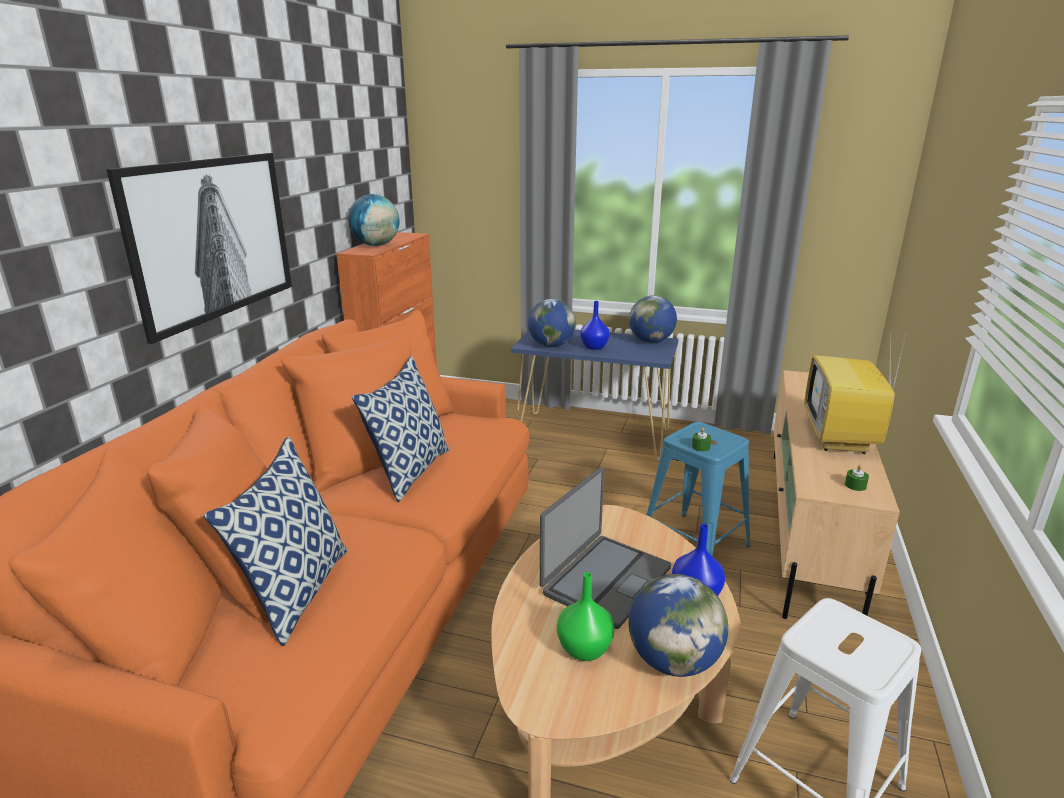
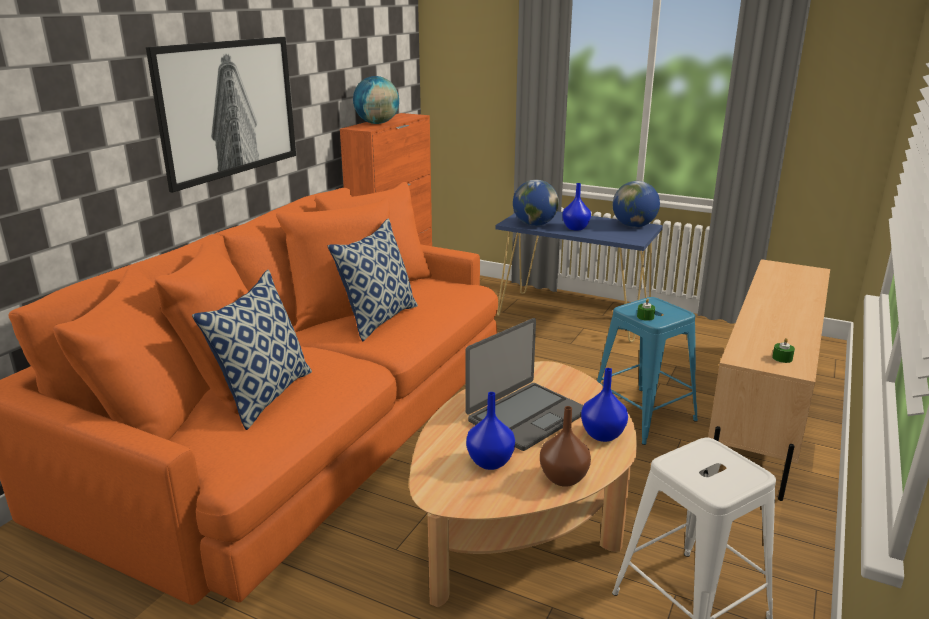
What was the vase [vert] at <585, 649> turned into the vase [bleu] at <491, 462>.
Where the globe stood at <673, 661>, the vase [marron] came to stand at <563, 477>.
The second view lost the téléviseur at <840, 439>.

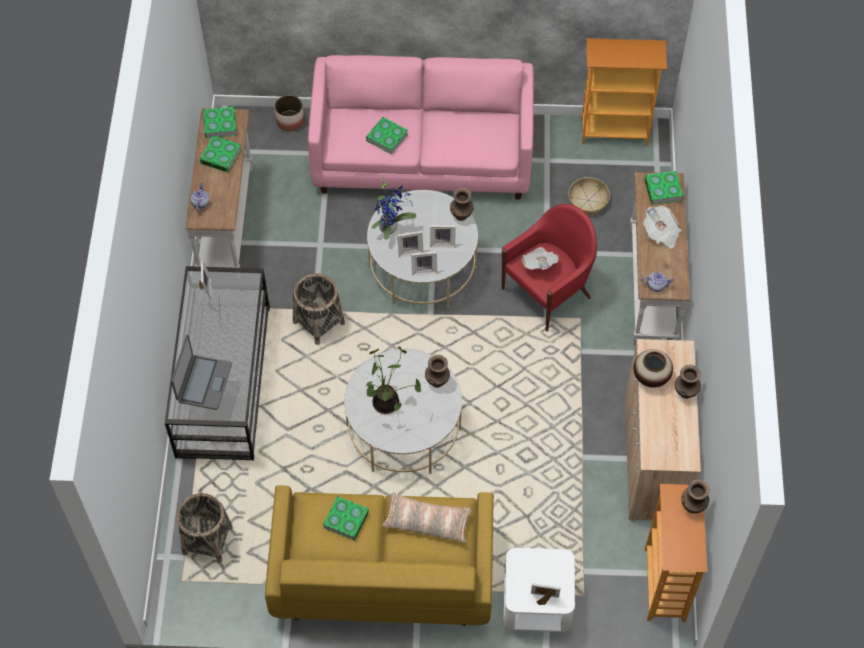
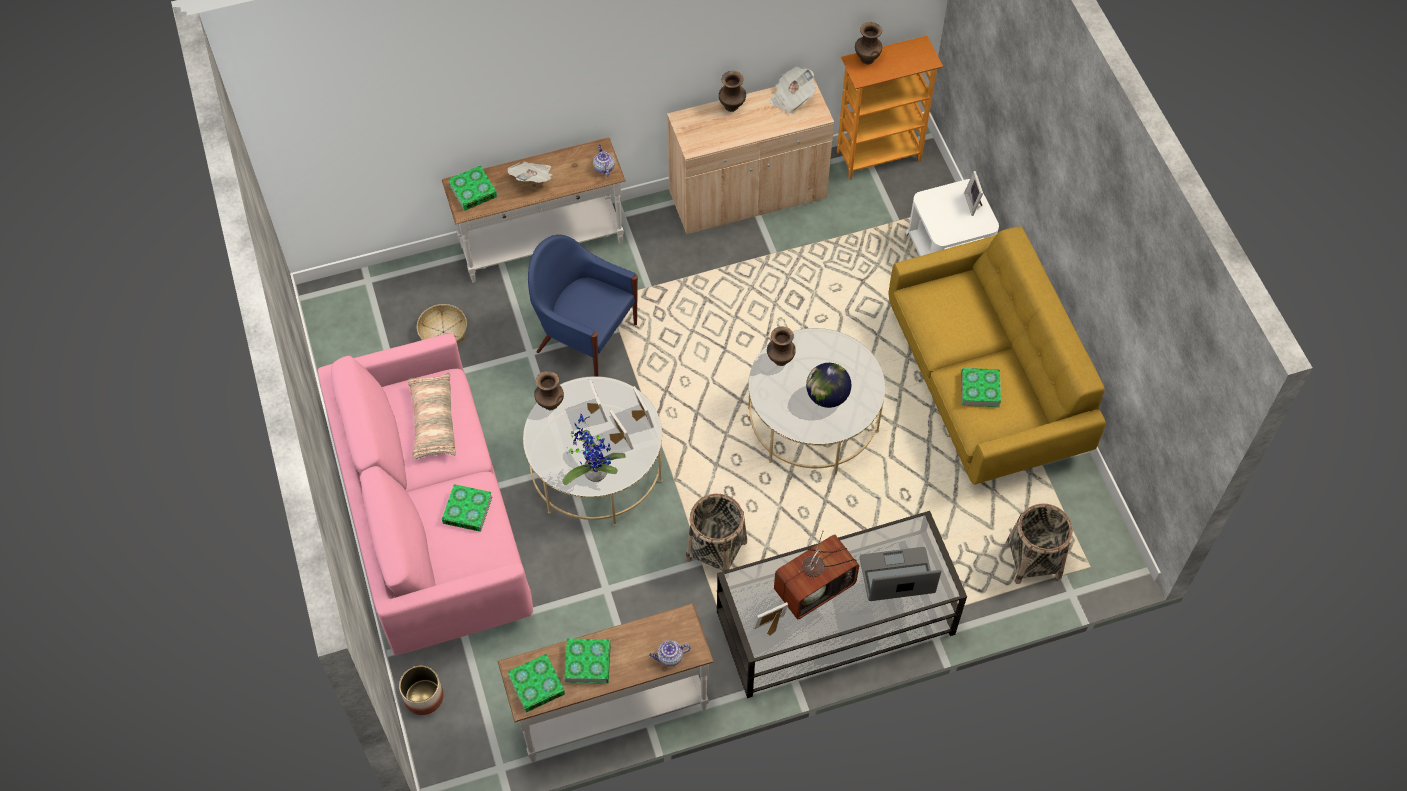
Where the plante en pot stood at <388, 403>, the globe came to stand at <827, 396>.
The coussin ended up elsewhere, having gone from <427, 521> to <433, 421>.
What was the fauteuil [rouge] at <548, 292> turned into the fauteuil [bleu] at <585, 336>.
The journal ended up elsewhere, having gone from <539, 264> to <791, 98>.
The second view lost the bibliothèque at <614, 131>.
The second view lost the vase at <650, 377>.
The second view gained the téléviseur at <815, 585>.

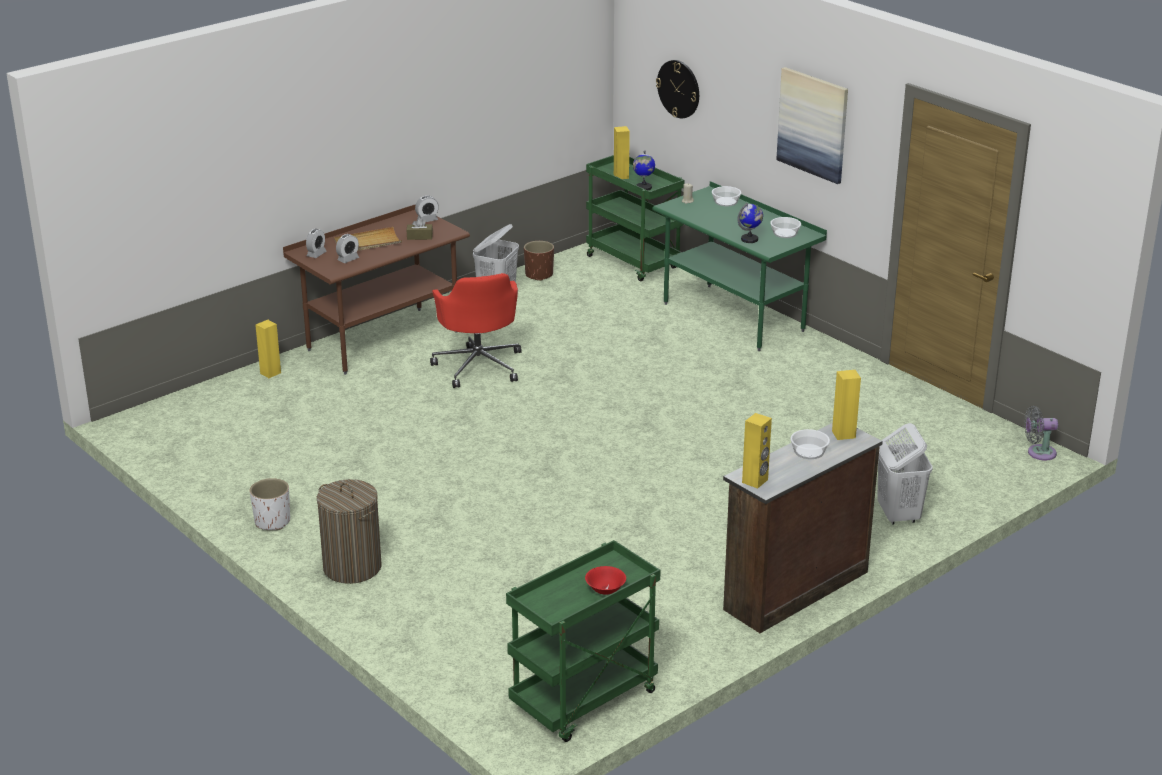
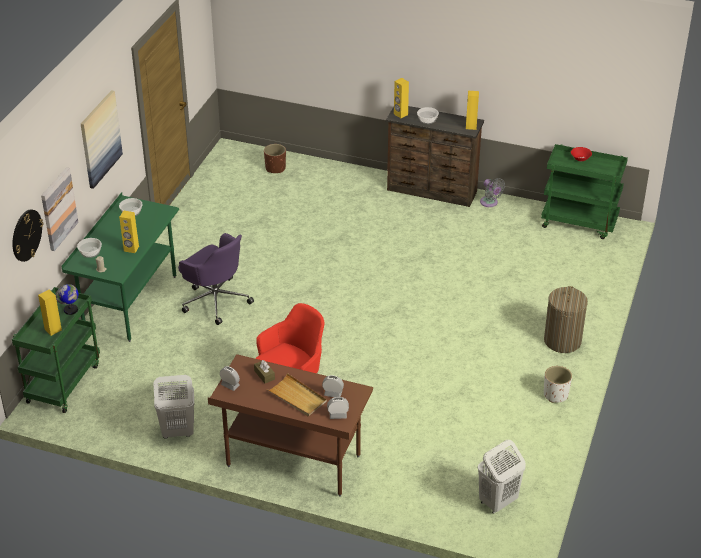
The enceinte [jaune] ended up elsewhere, having gone from <270, 373> to <131, 249>.
The cache-pot [marron] ended up elsewhere, having gone from <539, 275> to <275, 168>.
The second view lost the globe at <749, 239>.
The panier à linge [blanc] ended up elsewhere, having gone from <898, 515> to <497, 502>.
The ventilateur [gris] ended up elsewhere, having gone from <1038, 453> to <490, 203>.
The second view gained the tableau at <58, 208>.
The second view gained the chaise de bureau [violet] at <215, 300>.

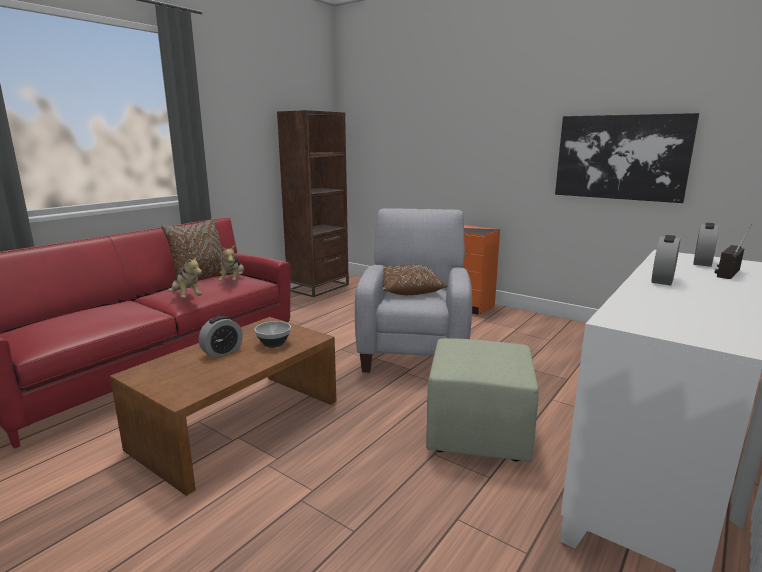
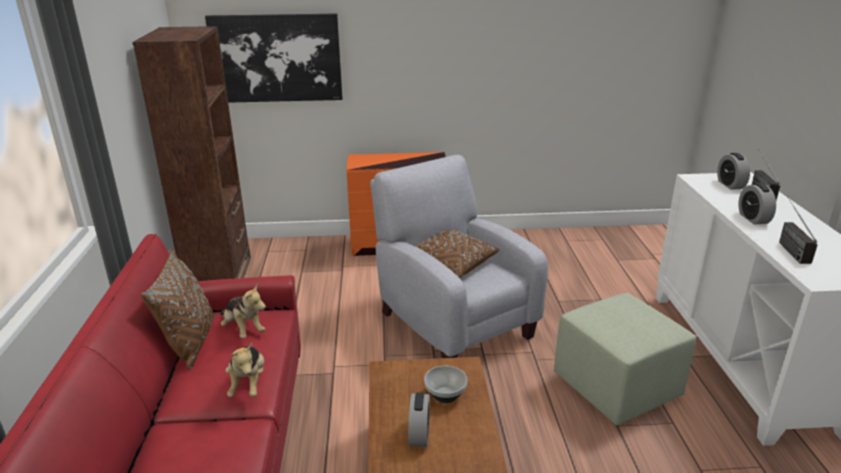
The peluche at <186, 297> ended up facing another way, 75 degrees clockwise from before.
The tableau ended up elsewhere, having gone from <621, 157> to <276, 58>.
The second view gained the radio at <787, 247>.

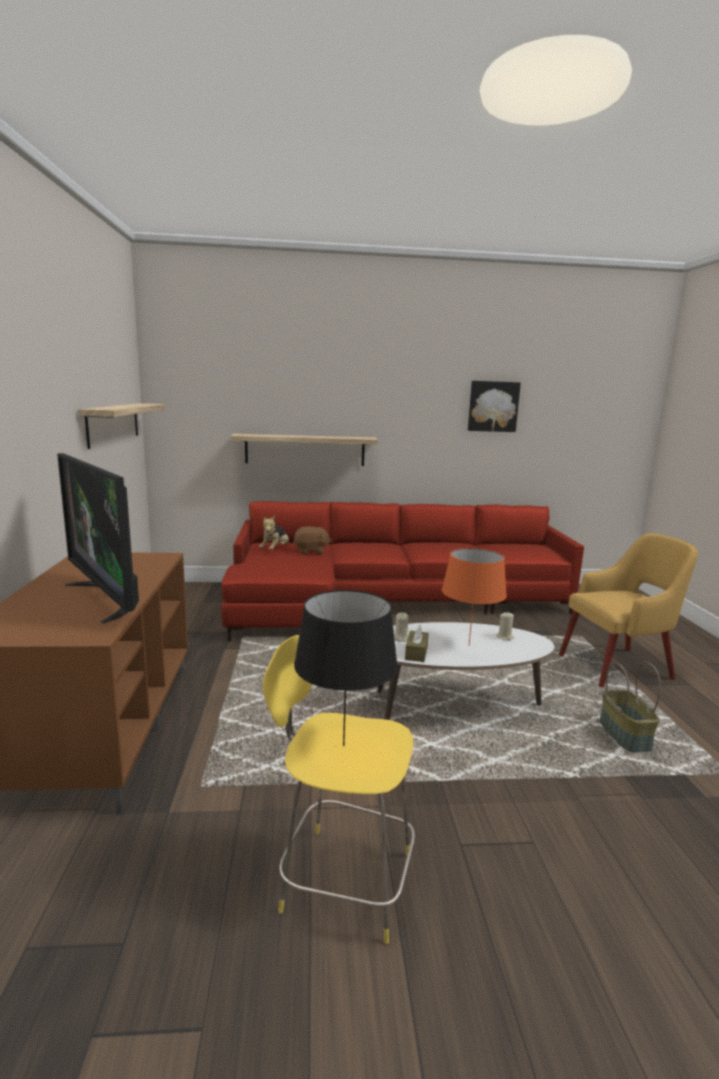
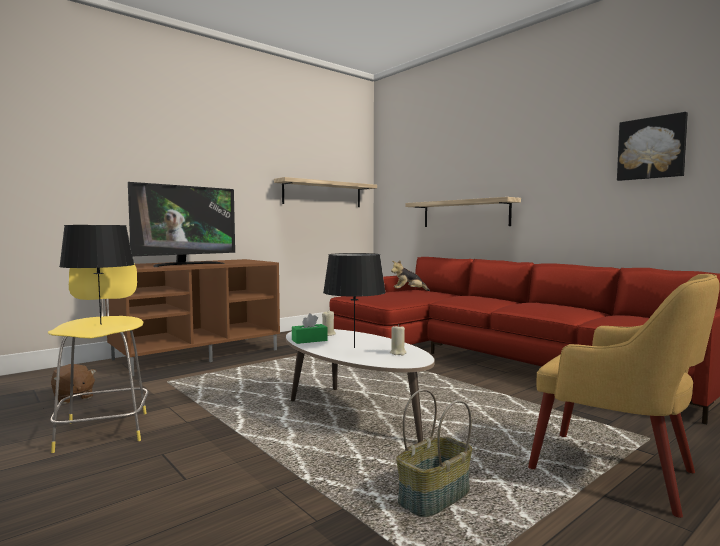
The téléviseur at <107, 598> ended up facing another way, 150 degrees counterclockwise from before.
The peluche [marron] ended up elsewhere, having gone from <311, 551> to <73, 397>.
What was the boîte à mouchoirs [marron] at <416, 653> turned into the boîte à mouchoirs [vert] at <309, 340>.
What was the lampe de table [orange] at <469, 645> turned into the lampe de table [noir] at <354, 348>.

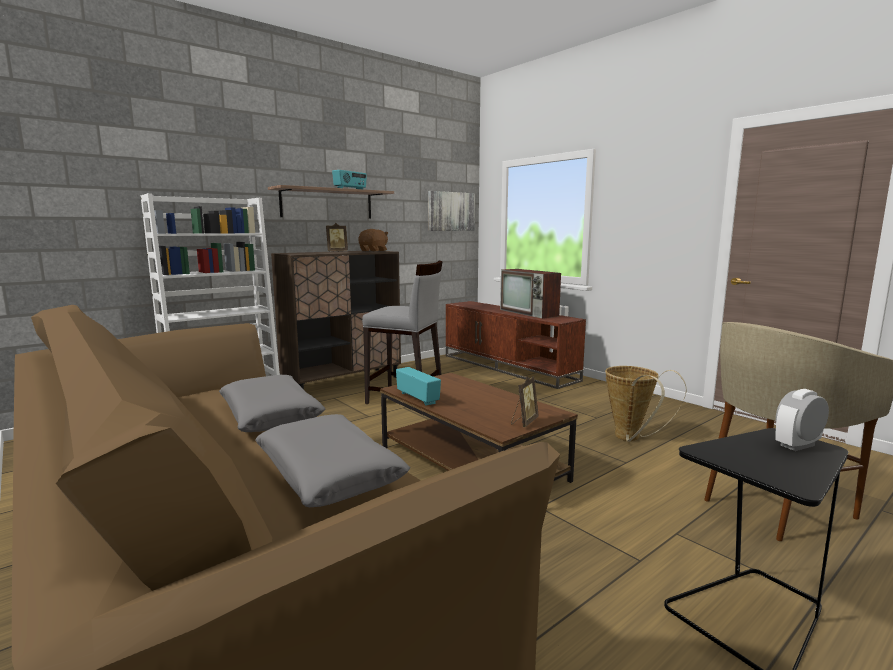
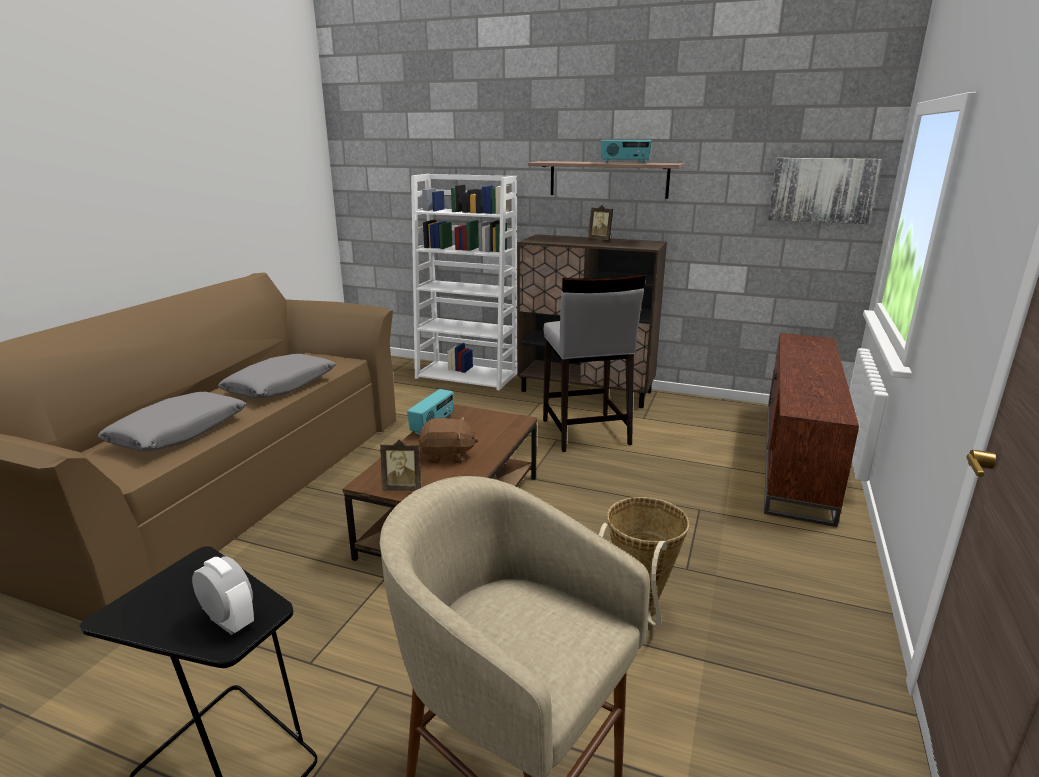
The peluche [marron] ended up elsewhere, having gone from <374, 250> to <447, 456>.
The second view lost the téléviseur at <529, 313>.

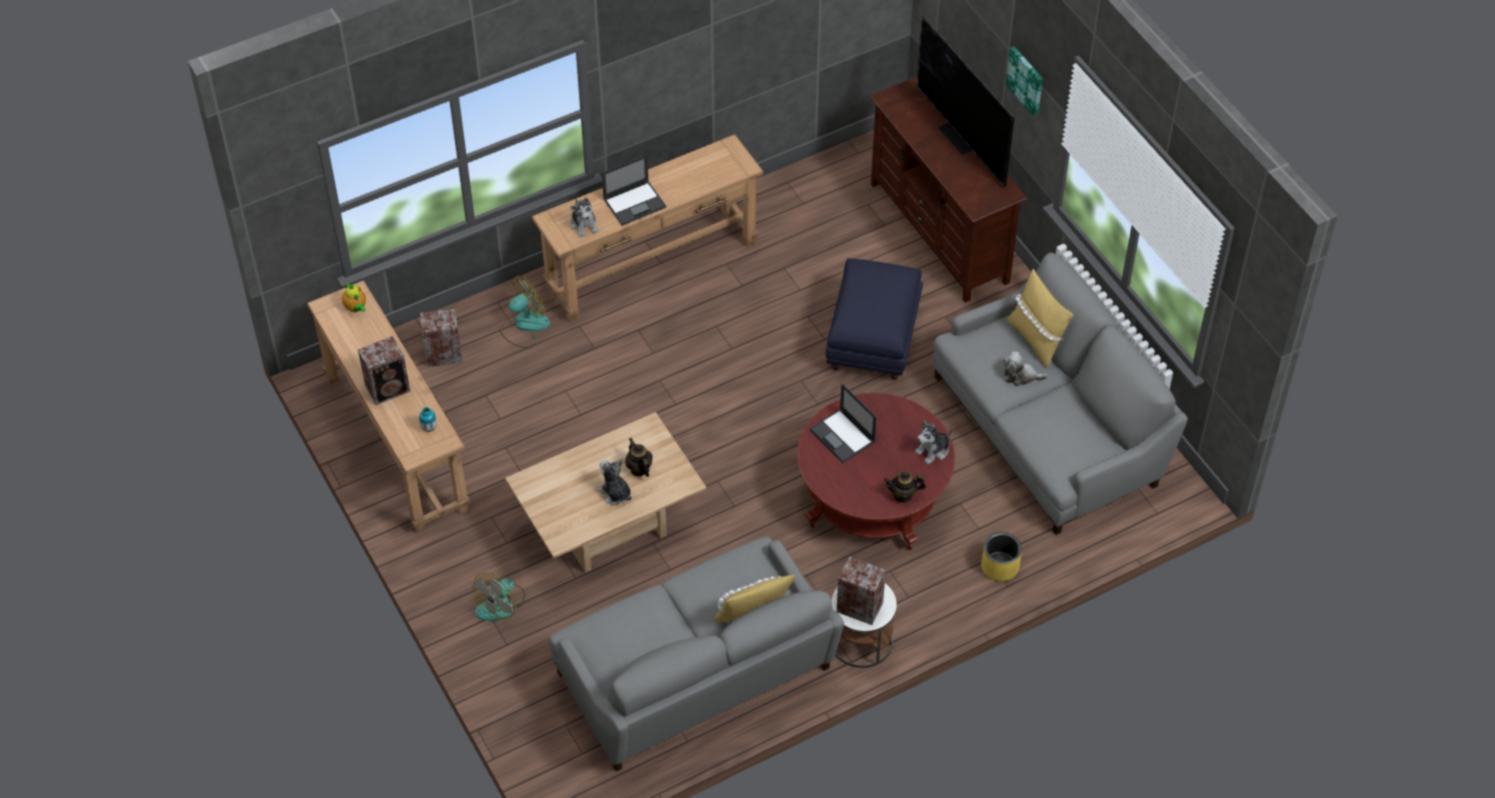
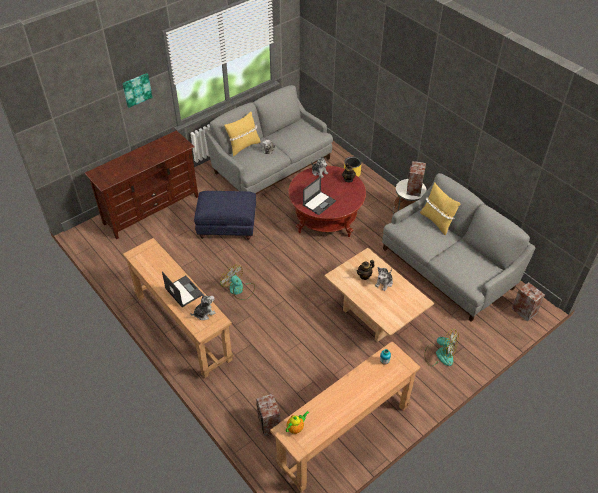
The enceinte ended up elsewhere, having gone from <389, 388> to <523, 310>.
The ventilateur ended up elsewhere, having gone from <524, 326> to <239, 290>.
The second view lost the téléviseur at <960, 137>.

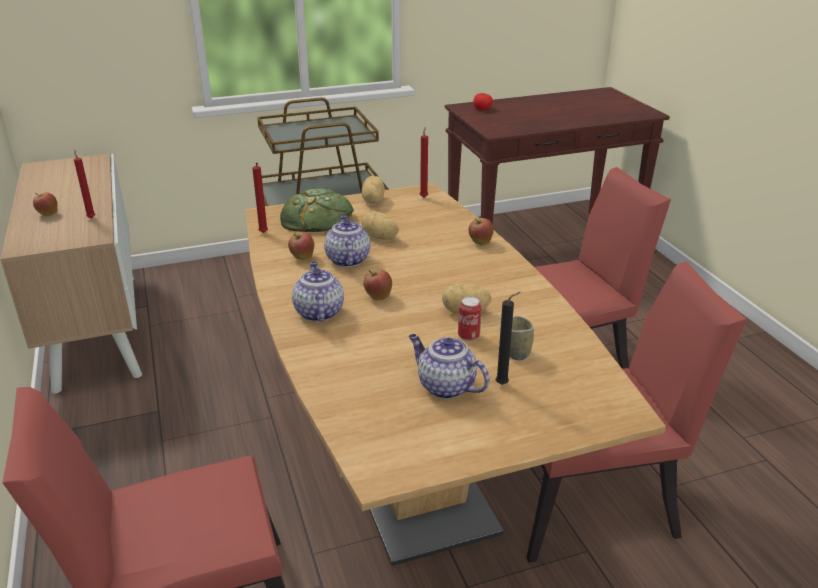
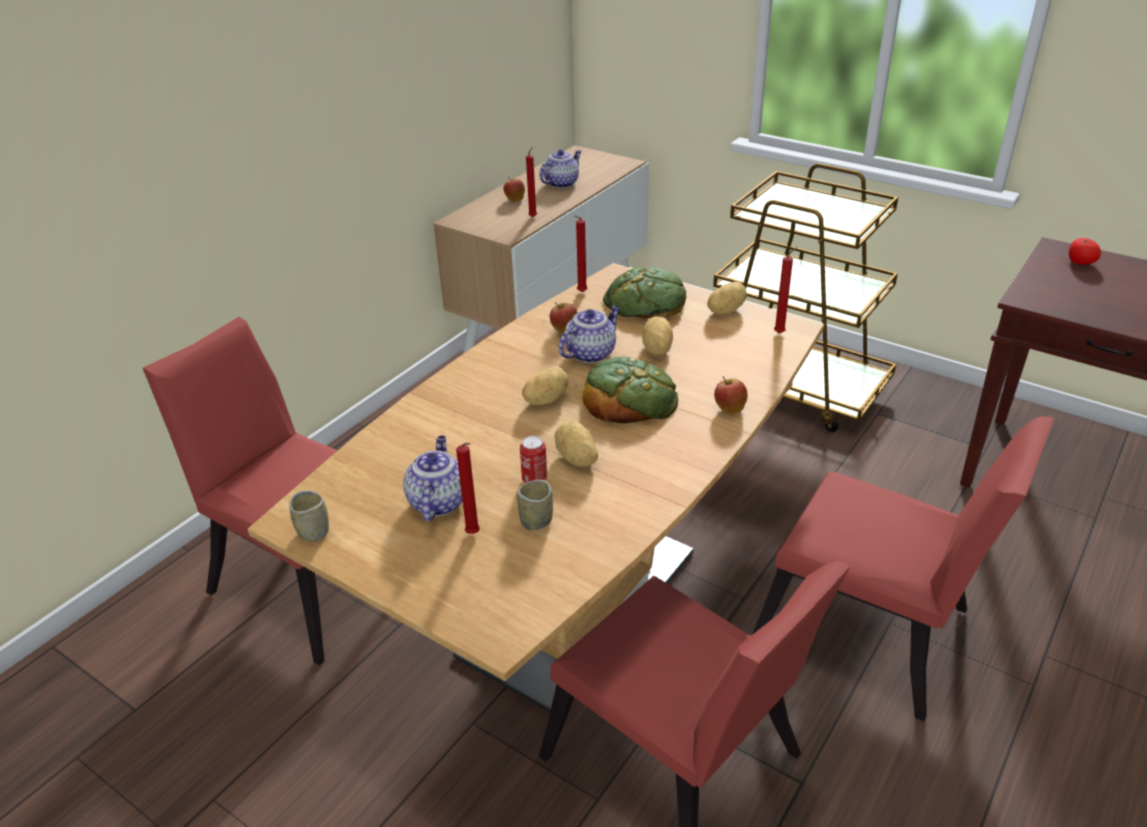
The théière ended up elsewhere, having gone from <318, 312> to <561, 183>.
Where the pomme stood at <378, 297>, the pomme de terre came to stand at <545, 399>.
What was the bougie [noir] at <504, 384> turned into the bougie [rouge] at <474, 534>.
The second view gained the tasse at <313, 532>.
The second view gained the pain at <629, 397>.

